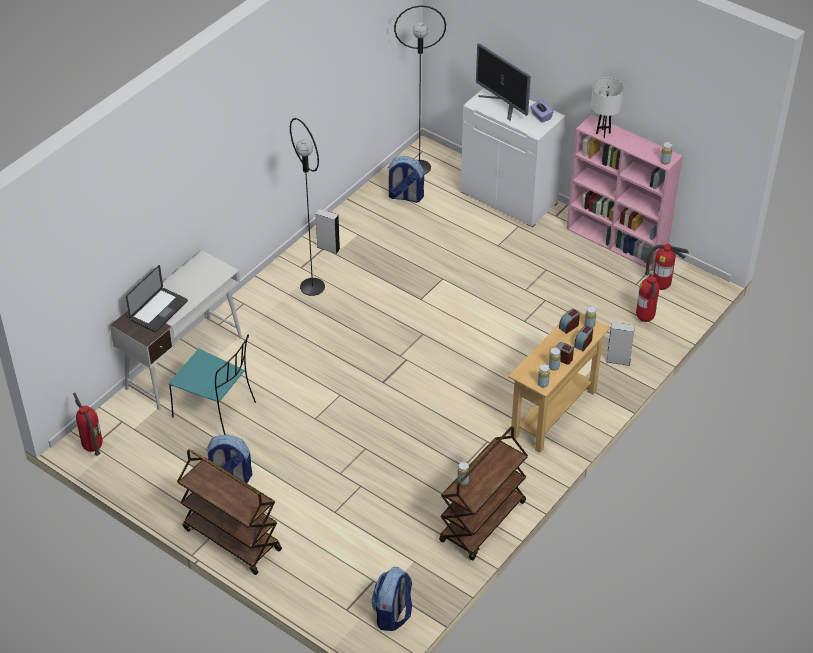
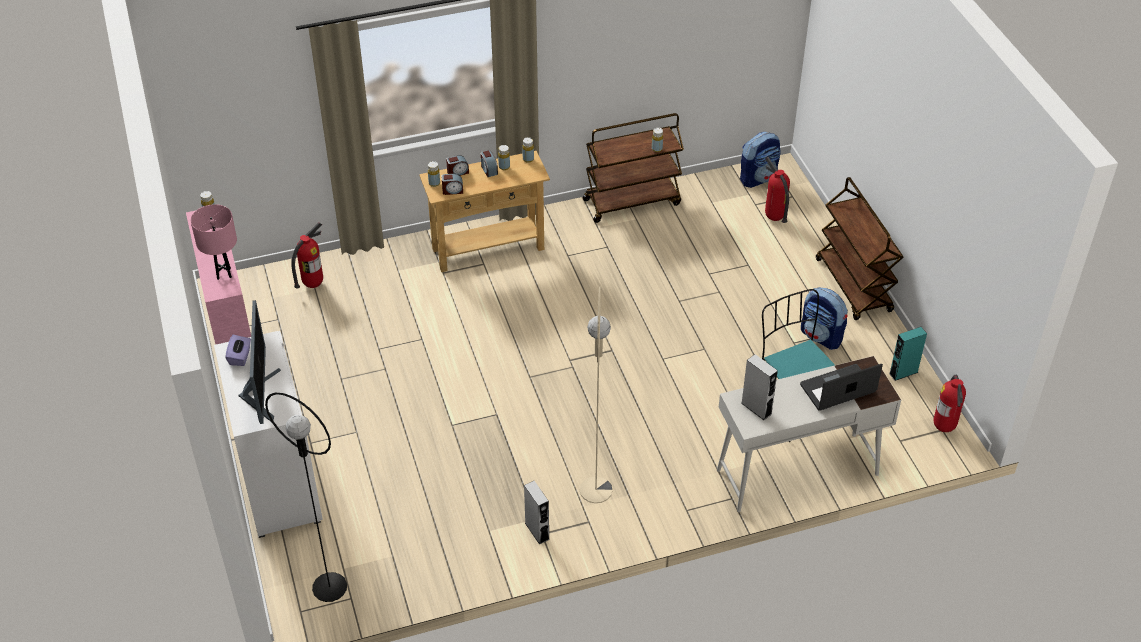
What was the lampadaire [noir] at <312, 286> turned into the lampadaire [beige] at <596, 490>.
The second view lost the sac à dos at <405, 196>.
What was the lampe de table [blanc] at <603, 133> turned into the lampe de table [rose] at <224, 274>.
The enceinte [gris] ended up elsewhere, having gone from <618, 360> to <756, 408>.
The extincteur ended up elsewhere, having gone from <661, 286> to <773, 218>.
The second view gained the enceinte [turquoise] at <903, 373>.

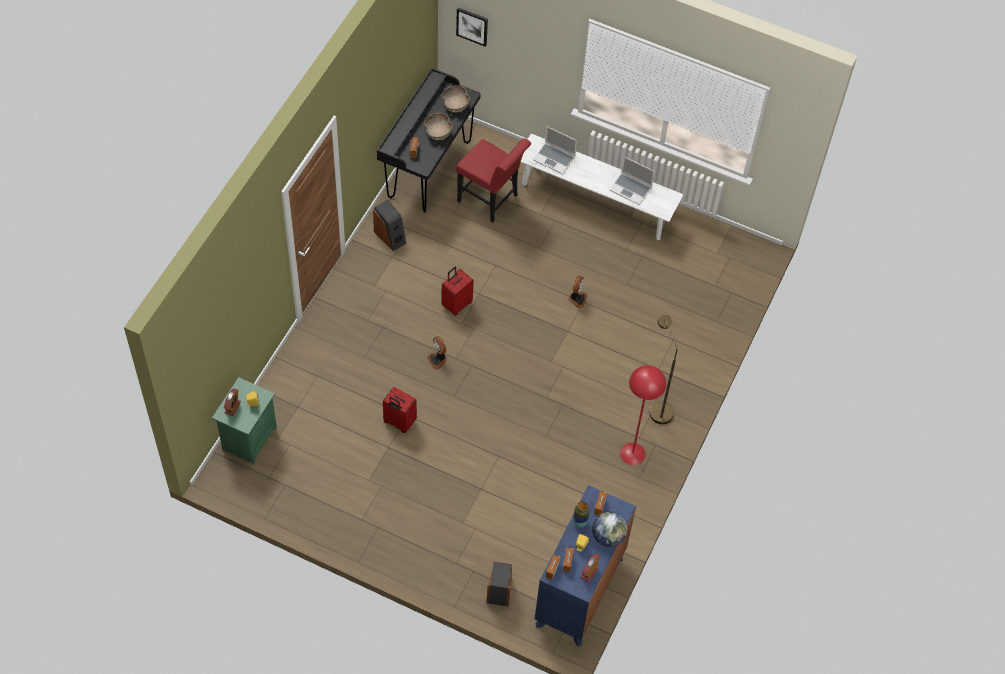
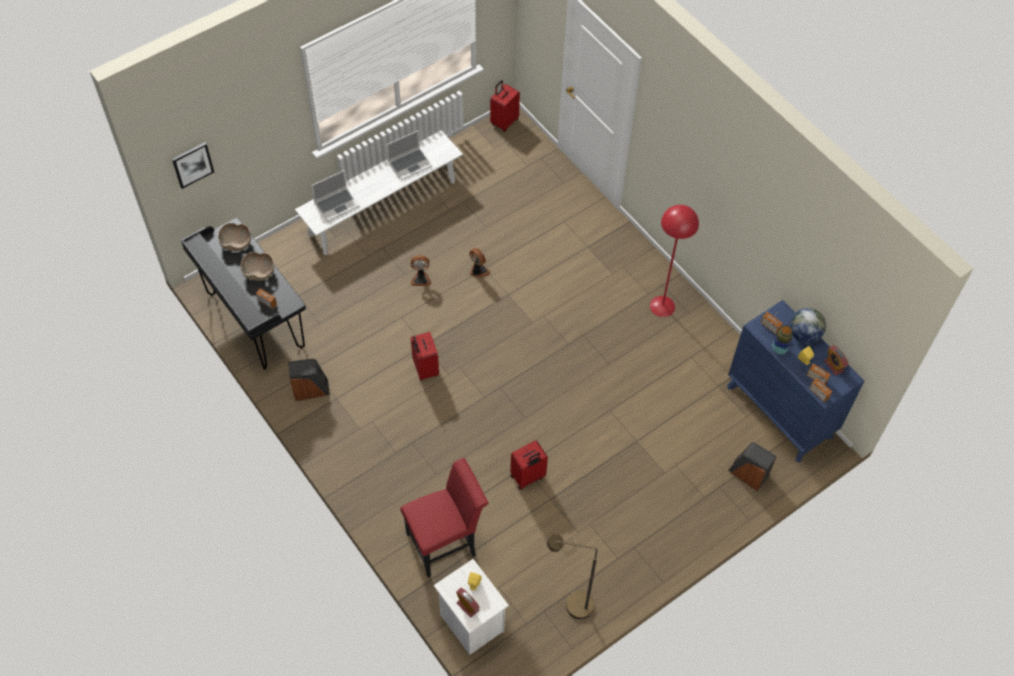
What was the table de chevet [vert] at <248, 438> turned into the table de chevet [blanc] at <470, 623>.
The ventilateur ended up elsewhere, having gone from <438, 359> to <421, 279>.
The chaise [rouge] ended up elsewhere, having gone from <491, 200> to <446, 542>.
The lampadaire [marron] ended up elsewhere, having gone from <658, 408> to <571, 605>.
The second view gained the valise [rouge] at <504, 122>.

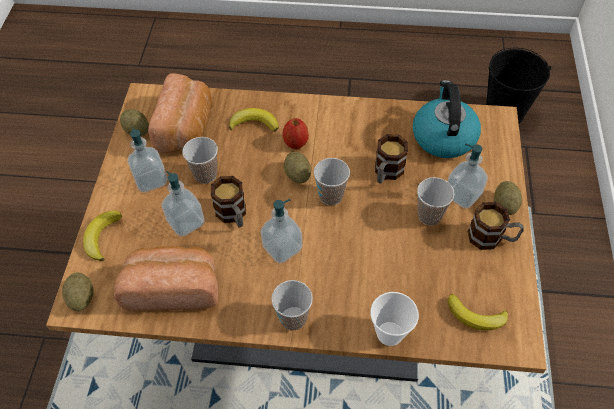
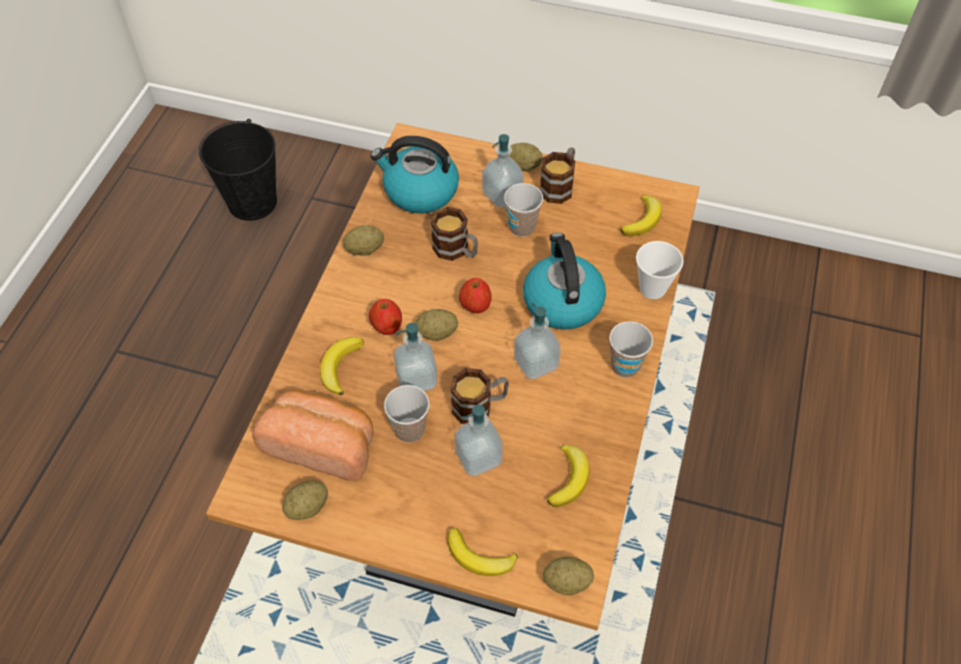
Where the pain stood at <173, 287>, the banane came to stand at <569, 478>.
The distributeur de savon ended up elsewhere, having gone from <151, 180> to <416, 379>.
Where the tasse stood at <331, 196>, the pomme came to stand at <475, 306>.
The second view gained the pomme de terre at <365, 249>.
The second view gained the bouilloire at <562, 301>.

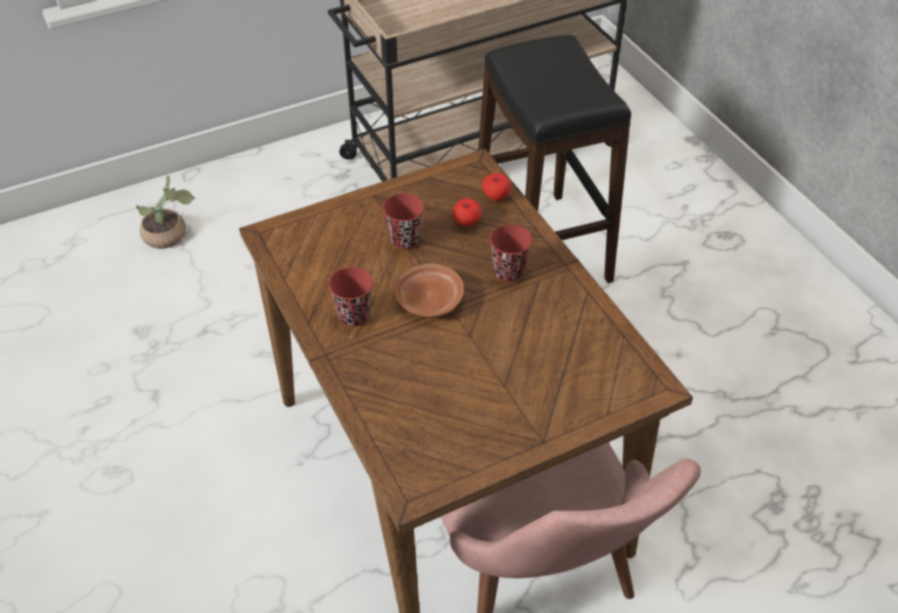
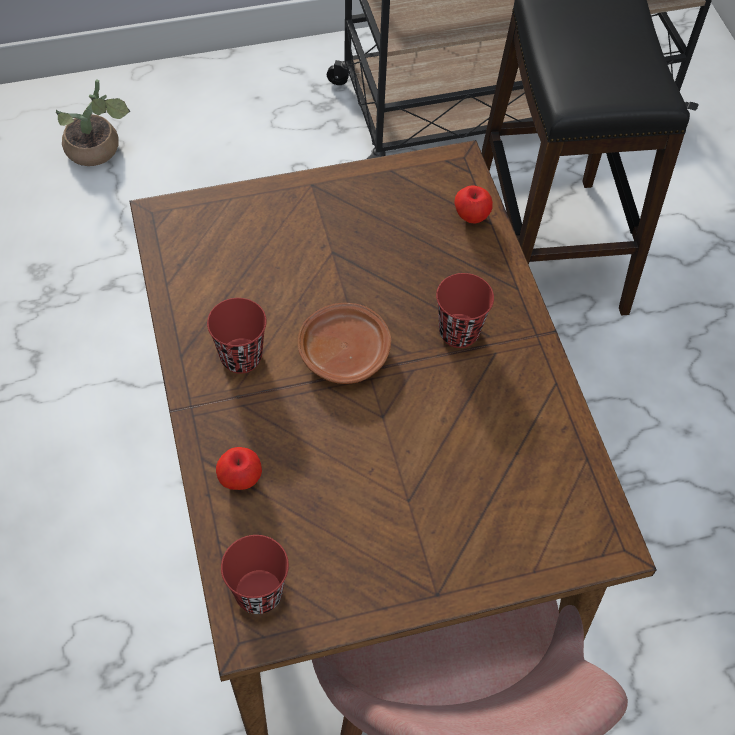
The tasse [rouge] ended up elsewhere, having gone from <404, 240> to <259, 593>.
The pomme ended up elsewhere, having gone from <466, 223> to <240, 478>.

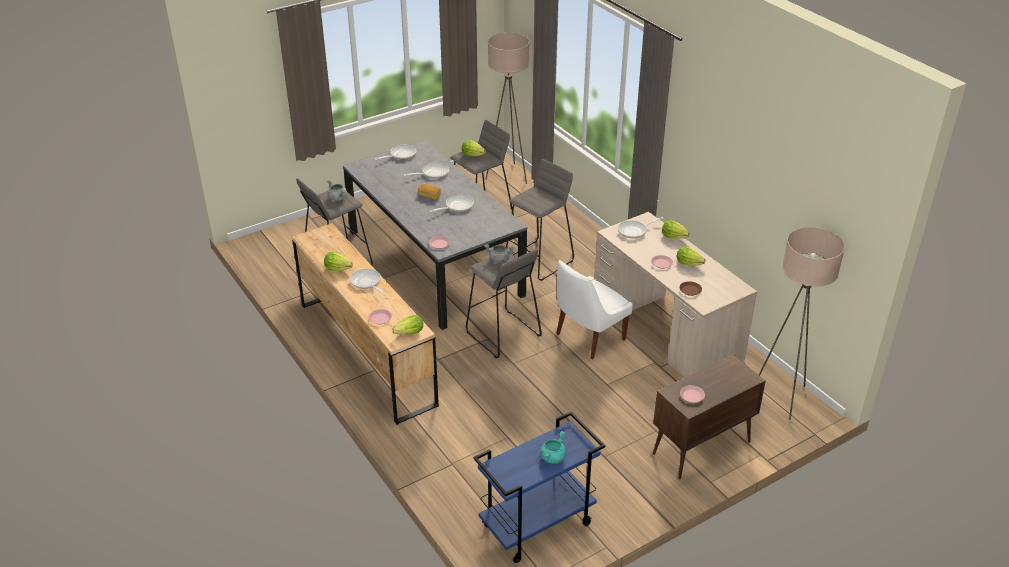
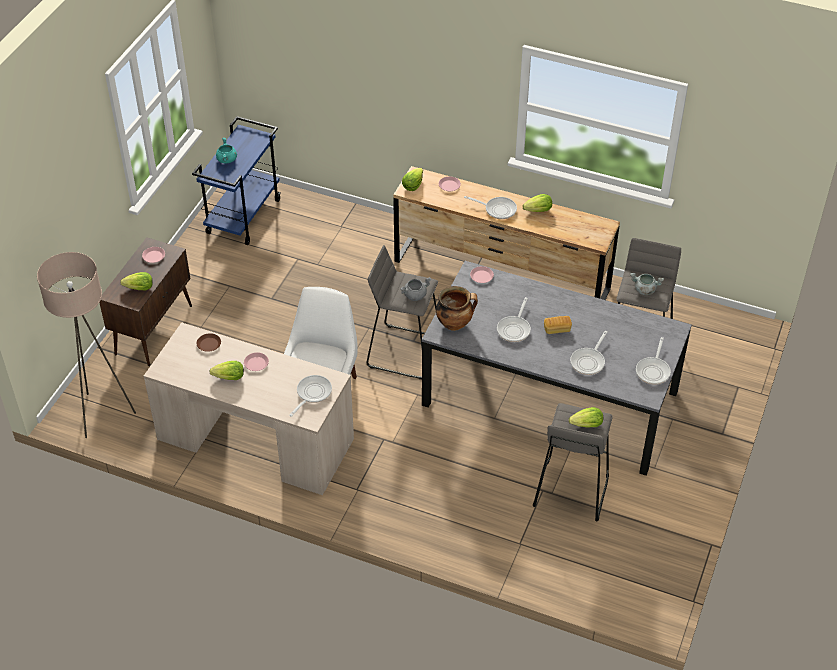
The second view lost the lampadaire [beige] at <508, 175>.
The second view lost the tabouret [gris] at <539, 260>.
The laitue ended up elsewhere, having gone from <673, 236> to <139, 288>.
The second view gained the marmite at <455, 323>.

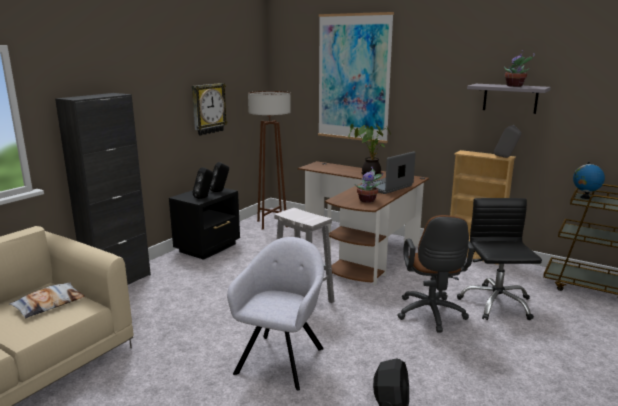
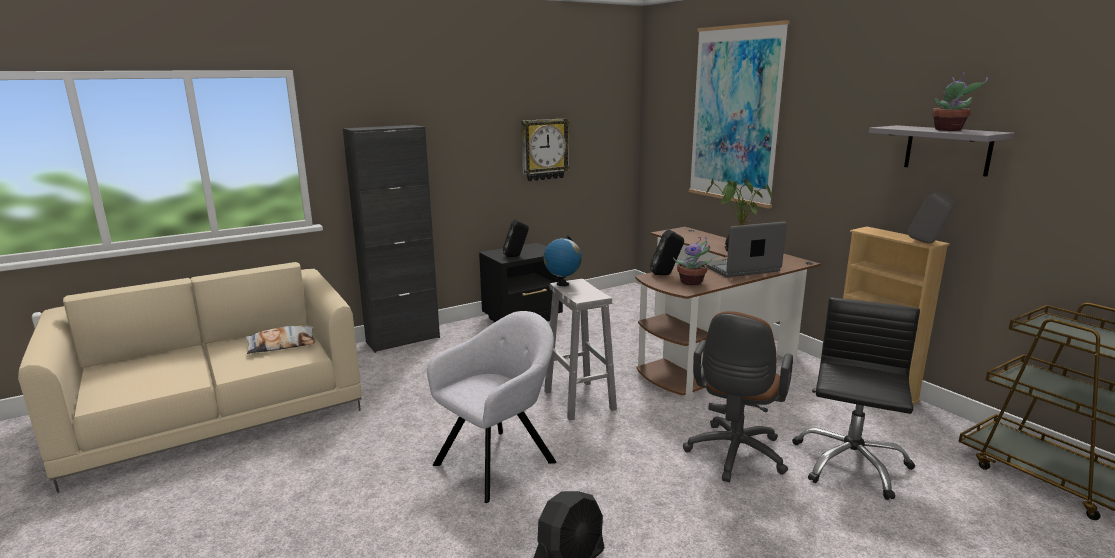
The enceinte [noir] ended up elsewhere, having gone from <220, 191> to <666, 274>.
The second view lost the lampadaire [marron] at <272, 224>.
The globe ended up elsewhere, having gone from <585, 197> to <562, 284>.

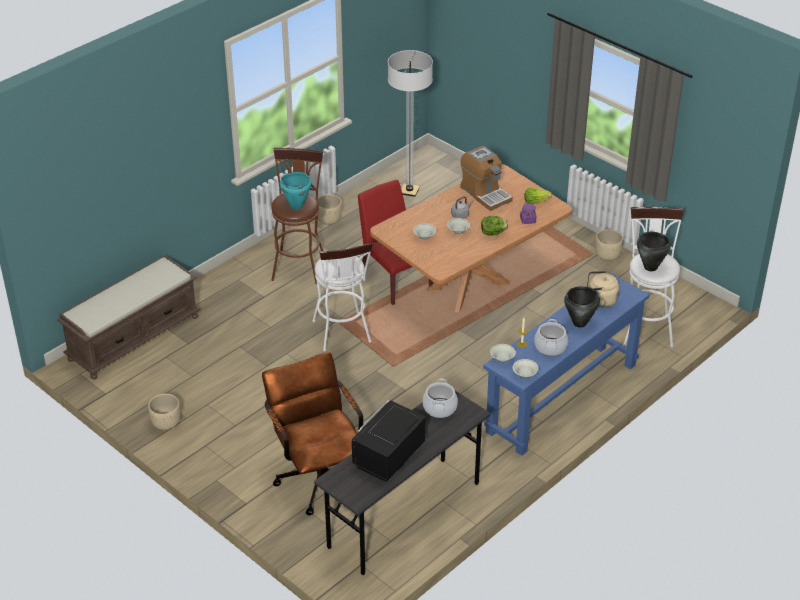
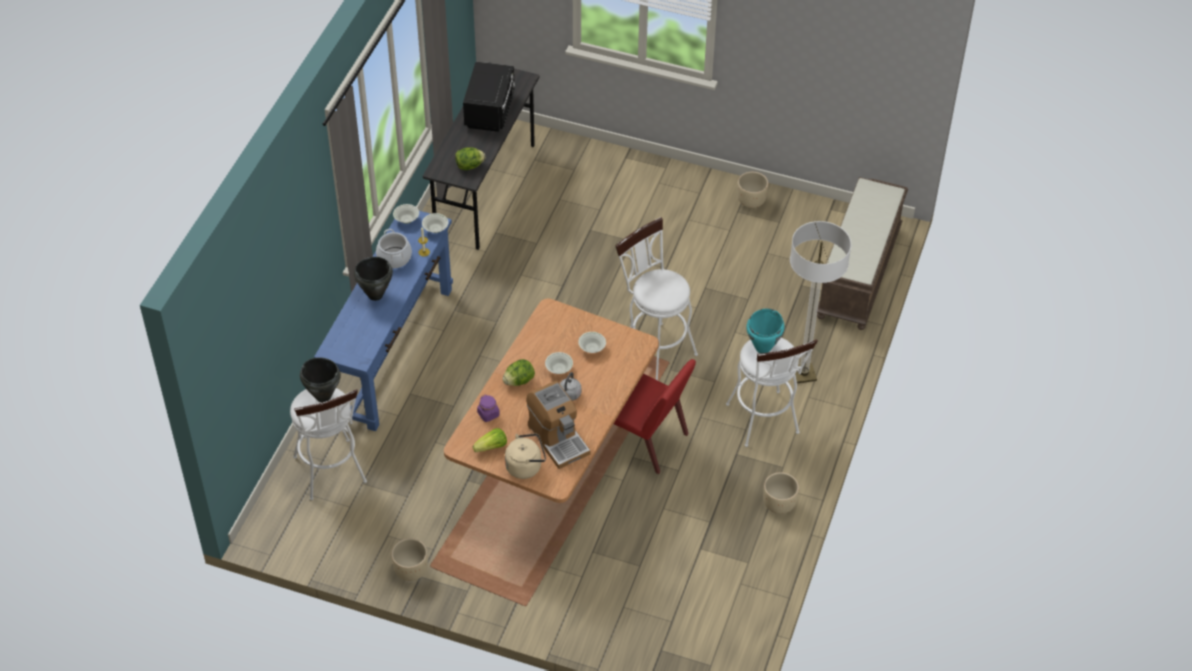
The second view lost the chaise de bureau [marron] at <318, 475>.
What was the tabouret [marron] at <299, 264> turned into the tabouret [blanc] at <765, 423>.
The lampadaire ended up elsewhere, having gone from <409, 191> to <803, 374>.
Where the marmite stood at <440, 408>, the laitue came to stand at <469, 166>.
The machine à café at <485, 194> ended up facing another way, 150 degrees counterclockwise from before.
The bouilloire [beige] ended up elsewhere, having gone from <600, 300> to <526, 466>.

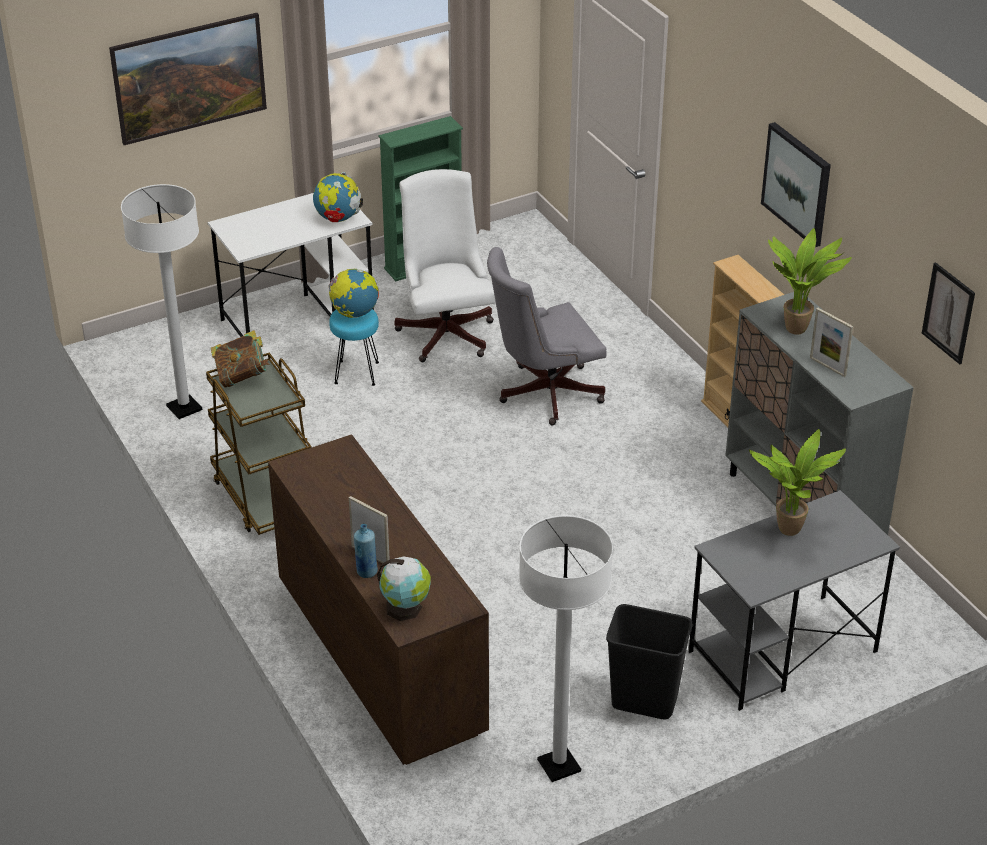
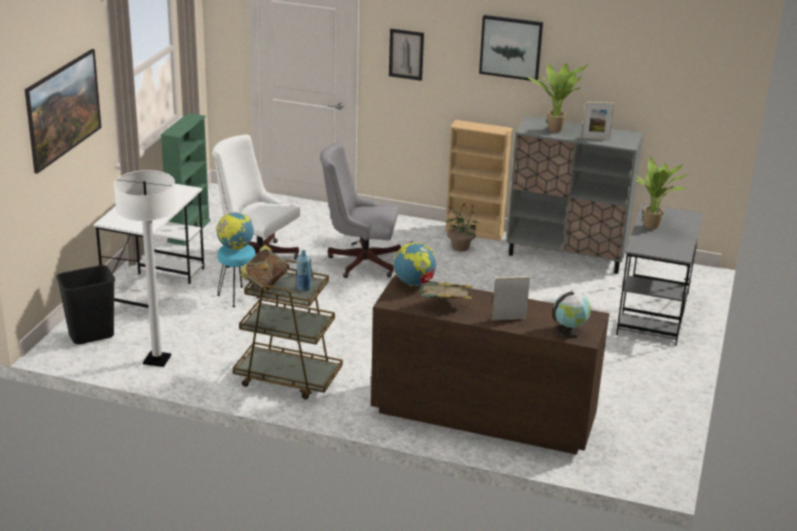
The globe ended up elsewhere, having gone from <338, 219> to <414, 283>.
The bouteille [bleu] ended up elsewhere, having gone from <366, 572> to <304, 288>.
The chaise de bureau [gris] at <543, 393> ended up facing another way, 75 degrees clockwise from before.
The second view lost the lampadaire [blanc] at <559, 766>.
The poubelle [noir] ended up elsewhere, having gone from <645, 701> to <91, 335>.
The tableau ended up elsewhere, having gone from <948, 313> to <406, 54>.
The second view gained the livre at <444, 306>.
The second view gained the plante en pot at <460, 247>.

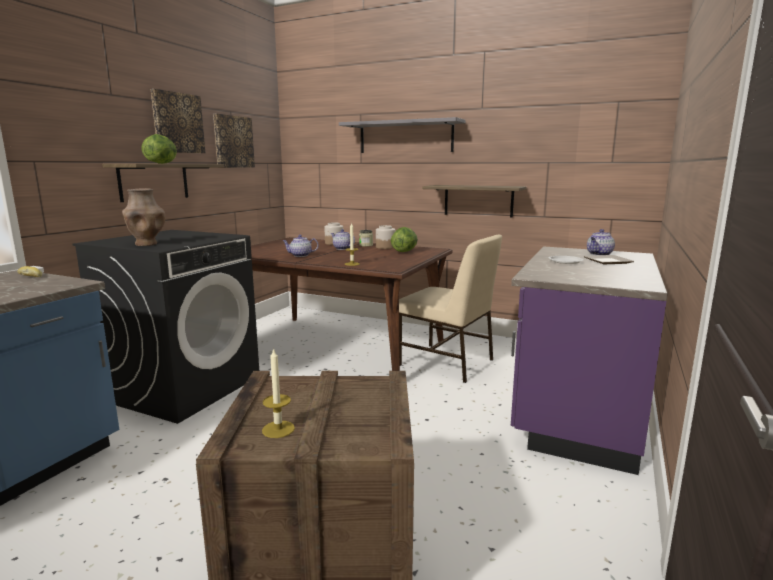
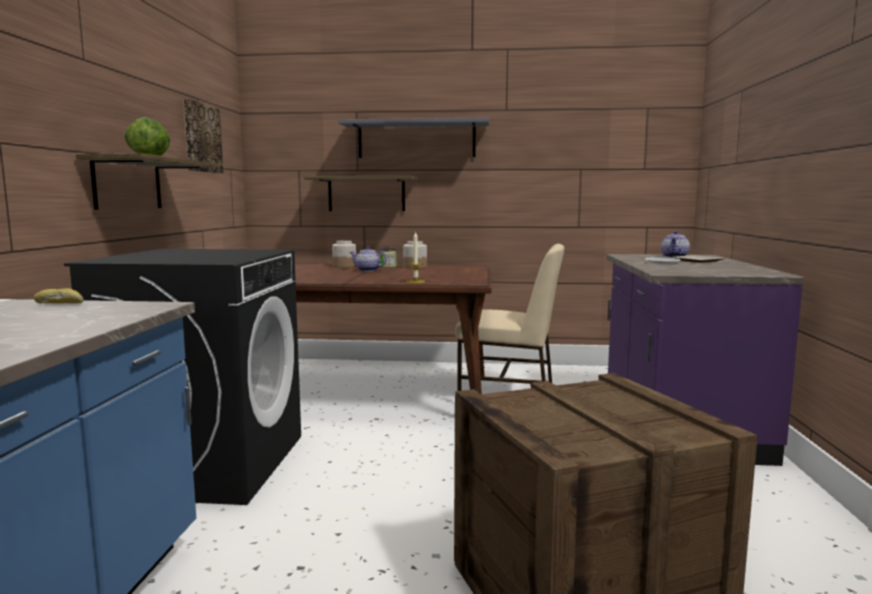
The second view lost the vase [marron] at <146, 244>.
The second view lost the tableau at <177, 123>.
The second view lost the bougie at <278, 429>.
The second view lost the théière at <300, 255>.
The second view lost the laitue at <404, 251>.
The étagère ended up elsewhere, having gone from <478, 200> to <366, 194>.

